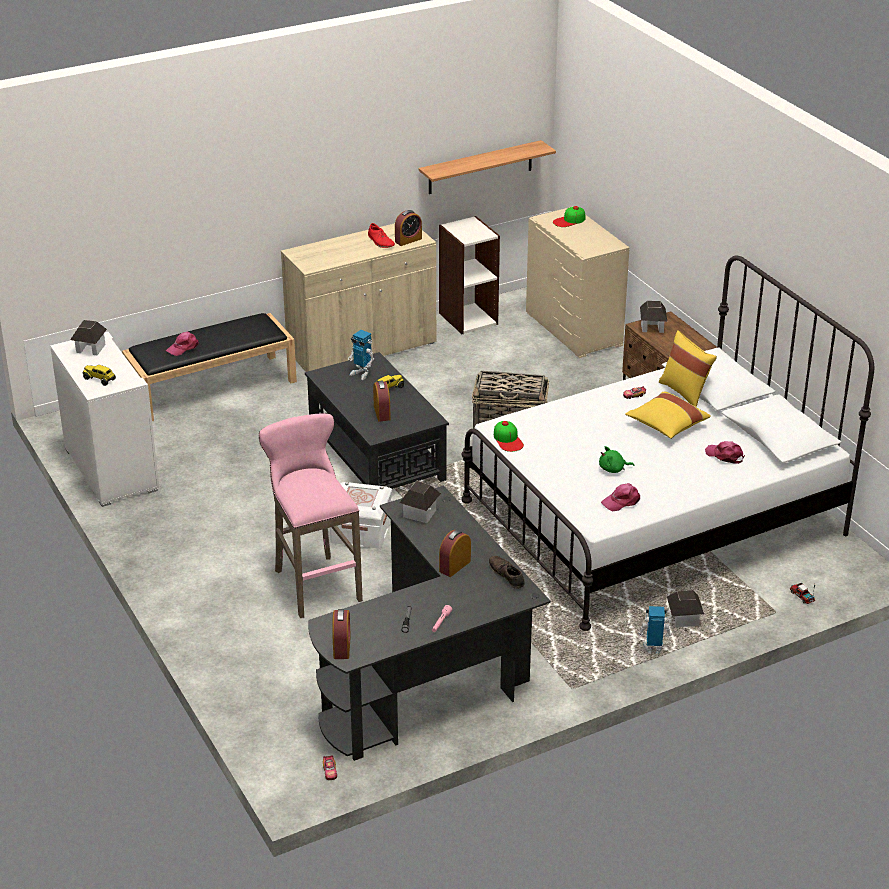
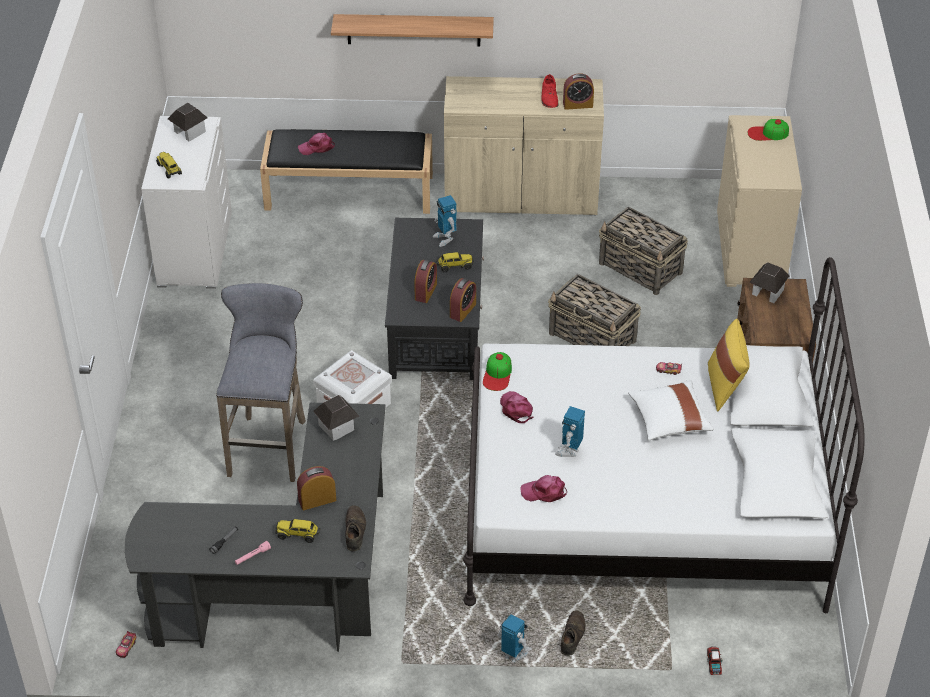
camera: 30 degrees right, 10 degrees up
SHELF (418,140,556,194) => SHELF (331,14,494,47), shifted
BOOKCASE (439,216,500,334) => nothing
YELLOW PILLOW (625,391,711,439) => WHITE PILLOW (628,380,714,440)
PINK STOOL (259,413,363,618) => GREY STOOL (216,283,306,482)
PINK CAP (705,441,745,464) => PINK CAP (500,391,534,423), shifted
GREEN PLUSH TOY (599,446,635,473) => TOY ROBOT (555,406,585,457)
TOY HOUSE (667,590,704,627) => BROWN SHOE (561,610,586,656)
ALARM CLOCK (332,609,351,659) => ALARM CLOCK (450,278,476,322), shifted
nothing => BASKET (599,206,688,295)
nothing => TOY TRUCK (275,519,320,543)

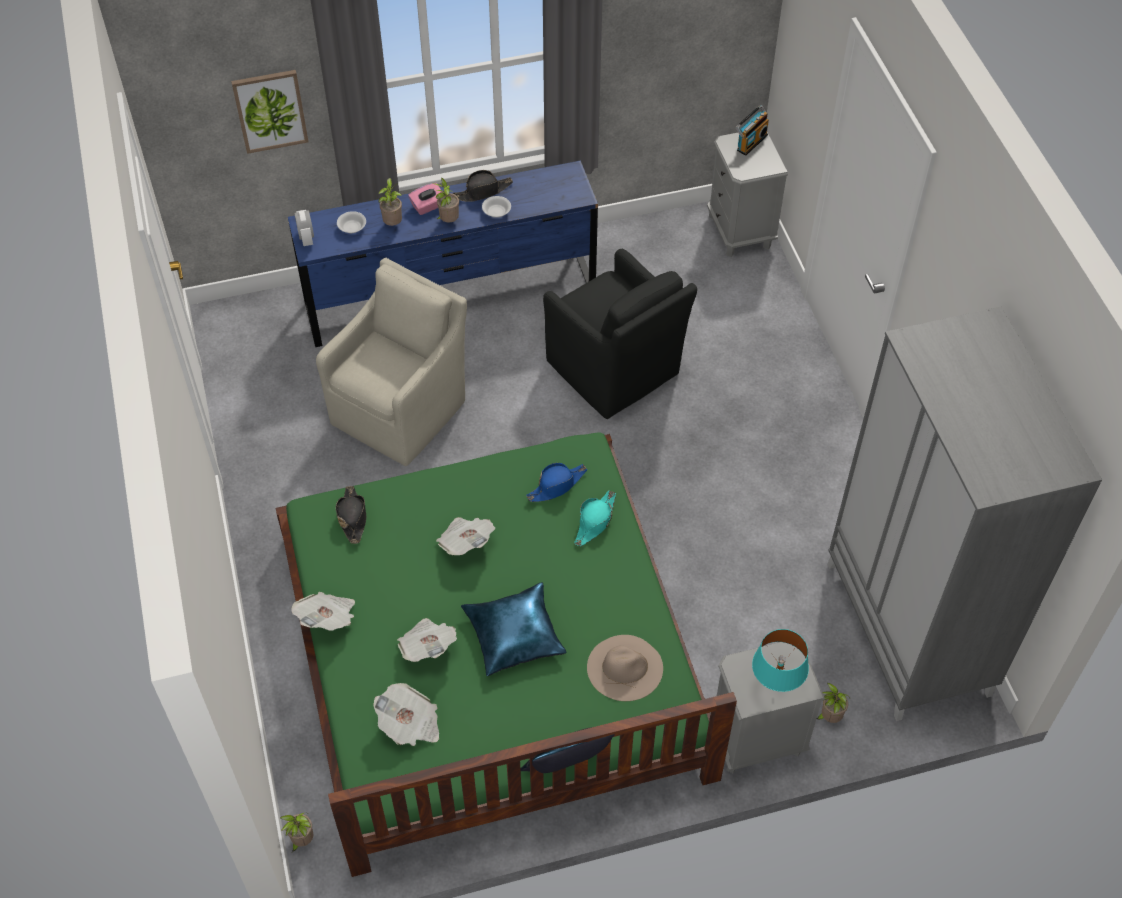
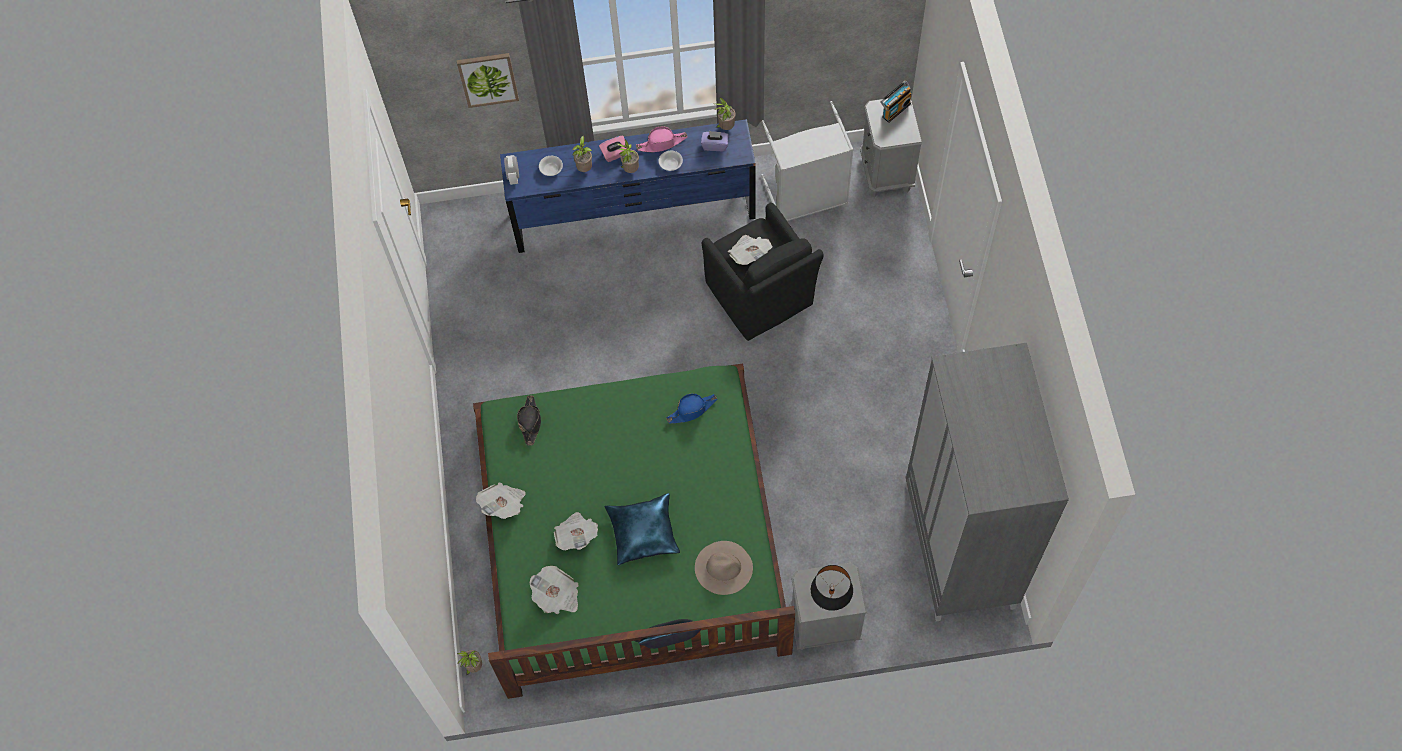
camera: 10 degrees right, 10 degrees up
BLACK HAT (453,170,513,202) => PINK HAT (636,126,688,152)
BEIGE ARMCHAIR (316,258,467,466) => nothing
TURQUOISE HAT (574,490,616,546) => nothing
NEWSPAPER (436,517,495,555) => NEWSPAPER (728,235,773,265), shifted
TURQUOISE TABLE LAMP (752,629,809,692) => BLACK TABLE LAMP (811,565,853,611)
POTTED PLANT (817,683,850,723) => POTTED PLANT (714,97,736,130), shifted
nothing => GREY LAUNDRY BASKET (761,101,854,221)
nothing => PURPLE TISSUE BOX (701,131,729,151)

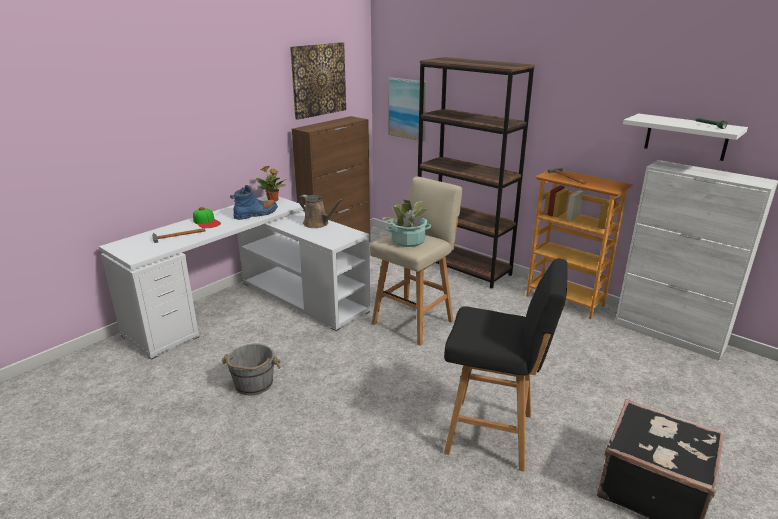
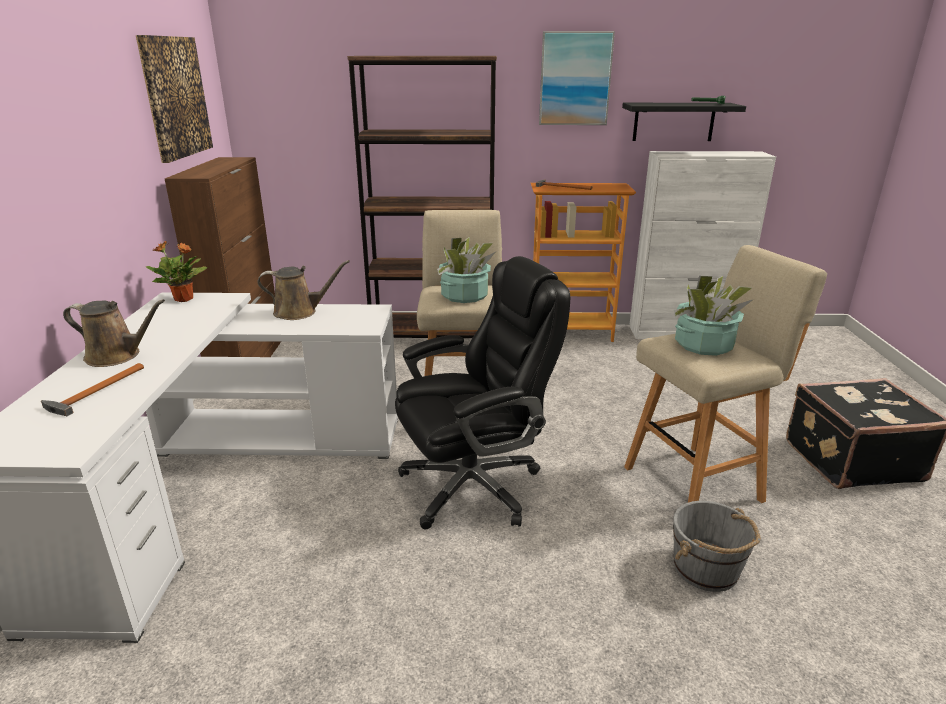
camera: 40 degrees left, 0 degrees up
PICTURE (388,77,427,141) => PICTURE (539,31,615,125), shifted
WHITE SHELF (623,113,748,161) => BLACK SHELF (622,103,746,141)
BLUE BOOT (230,185,278,220) => nothing
CAP (193,207,221,228) => BROWN WATERING CAN (63,299,165,367)
BLACK STOOL (444,259,567,472) => BEIGE STOOL (624,245,827,503)
GREY BUCKET (222,343,281,395) => GREY BUCKET (673,501,761,592), shifted
nothing => BLACK OFFICE CHAIR (395,256,570,529)
nothing => POTTED PLANT (674,276,754,356)

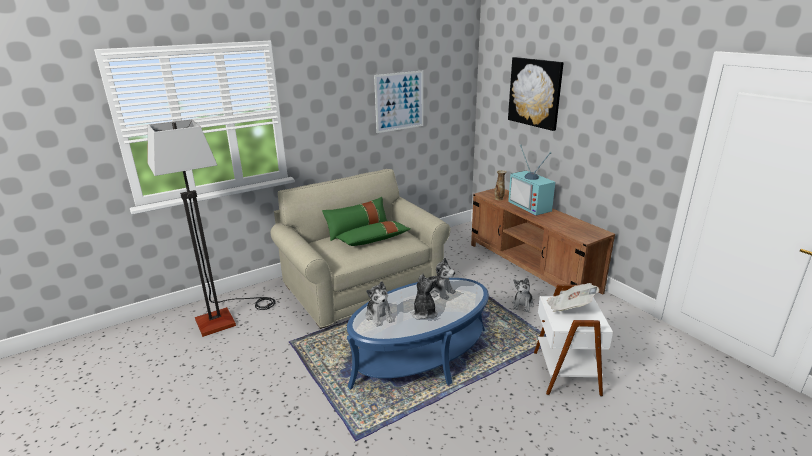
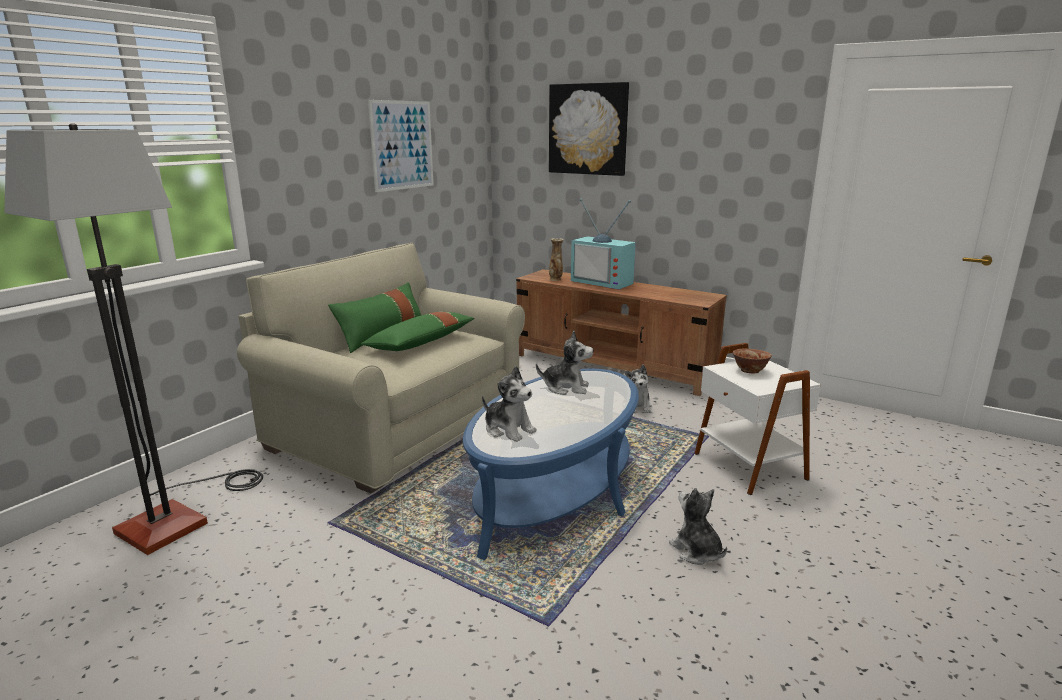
camera: 25 degrees left, 5 degrees down
PLUSH TOY (411,275,438,320) => PLUSH TOY (669,488,727,565), shifted
NEWSPAPER (547,283,599,312) => BOWL (733,349,772,374)

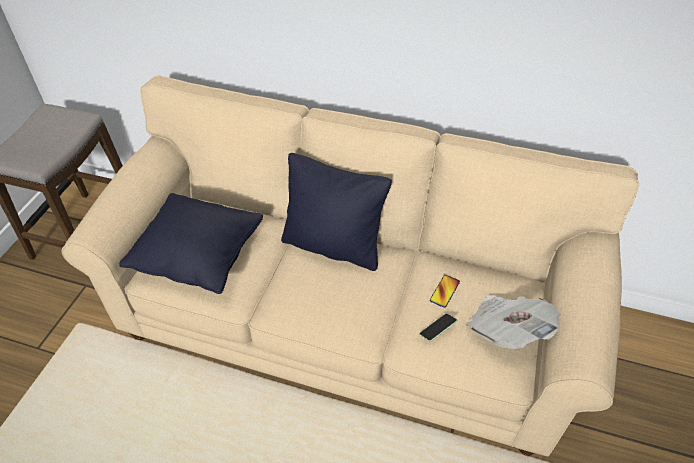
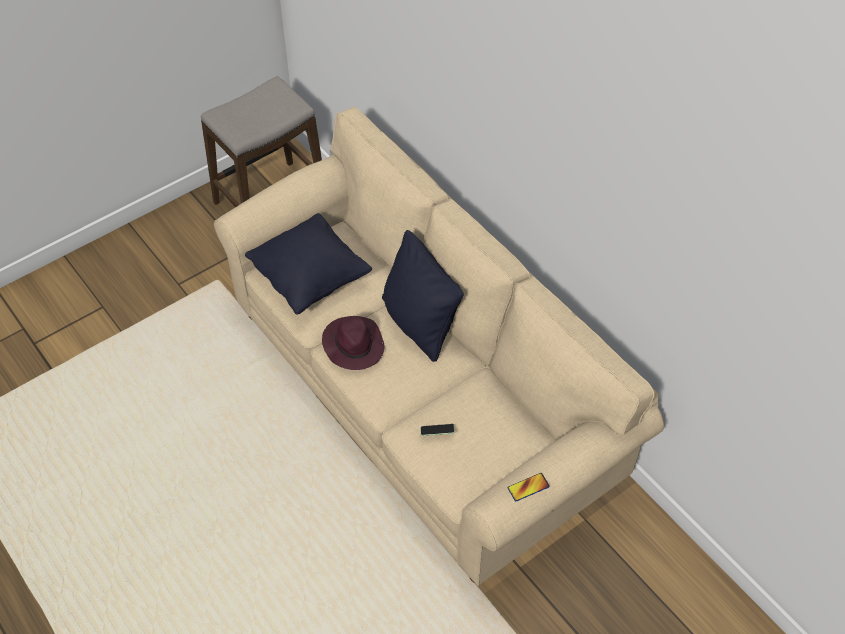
camera: 35 degrees right, 5 degrees up
PHONE (430,275,460,308) => PHONE (508,473,549,501), shifted
NEWSPAPER (466,295,562,349) => nothing
nothing => PURPLE HAT (322,316,385,370)

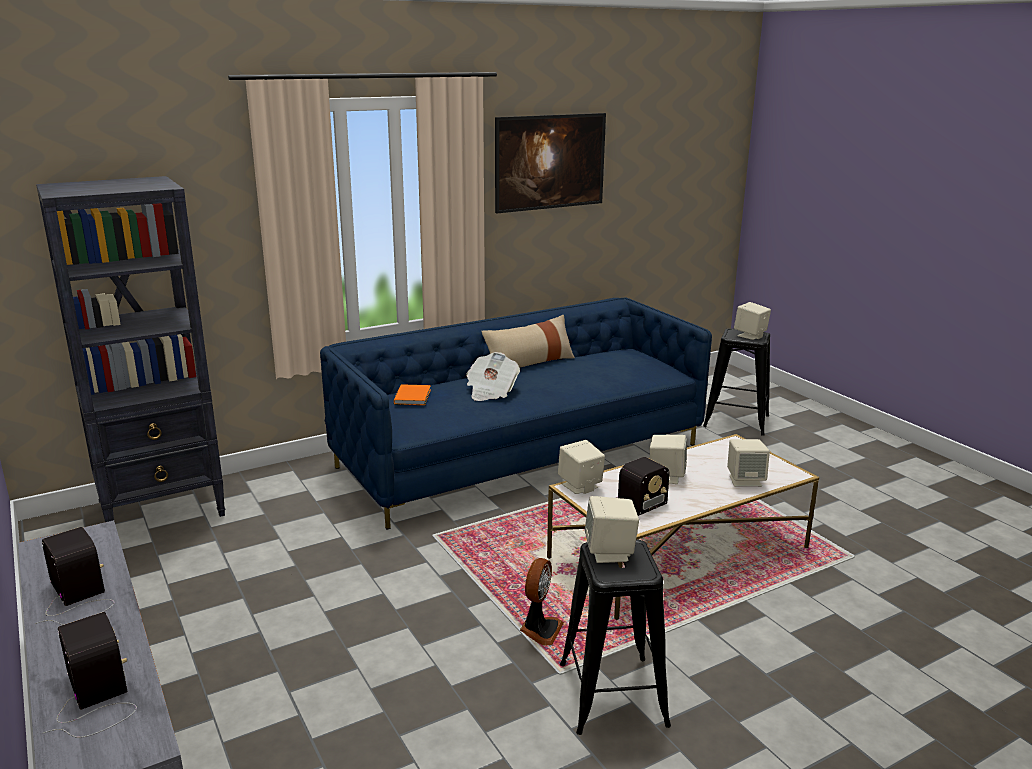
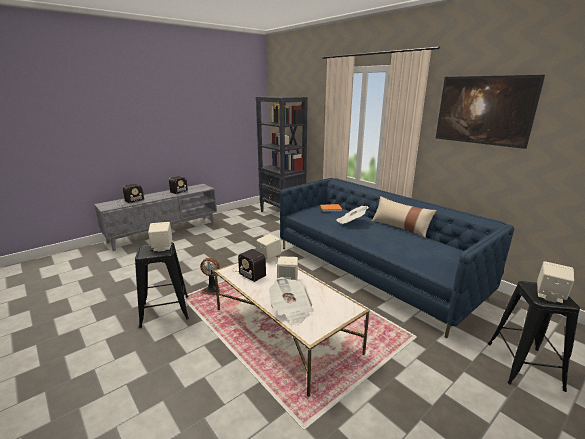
camera: 80 degrees right, 0 degrees up
BEIGE SPEAKER (727,439,770,487) => NEWSPAPER (269,277,314,325)

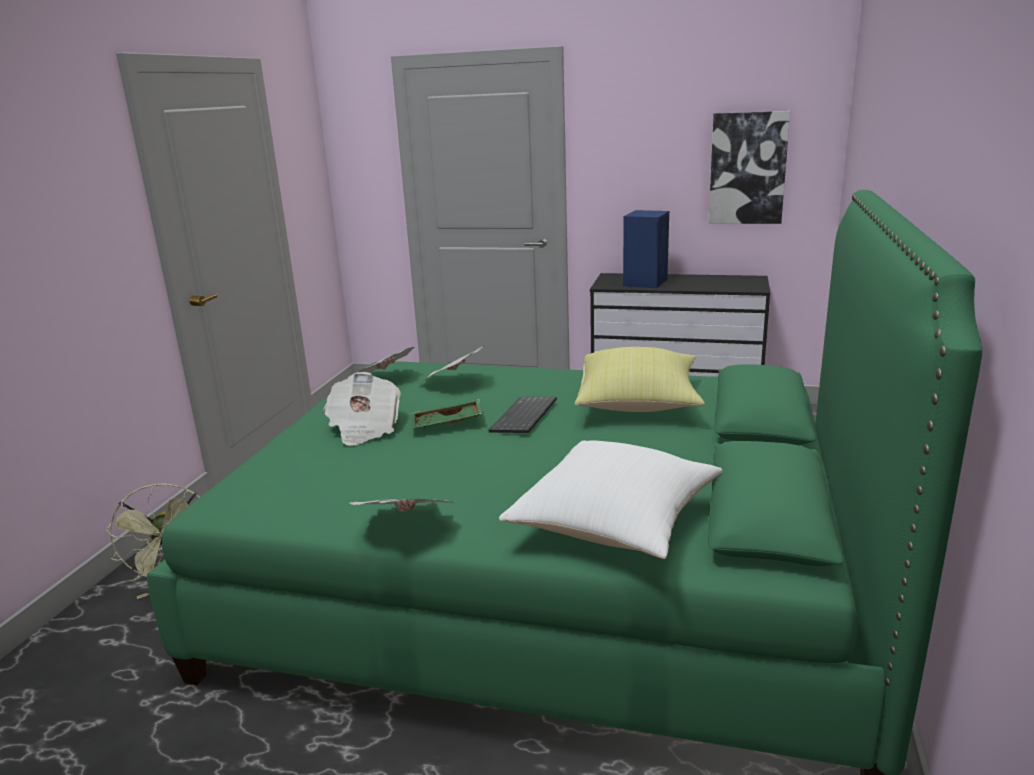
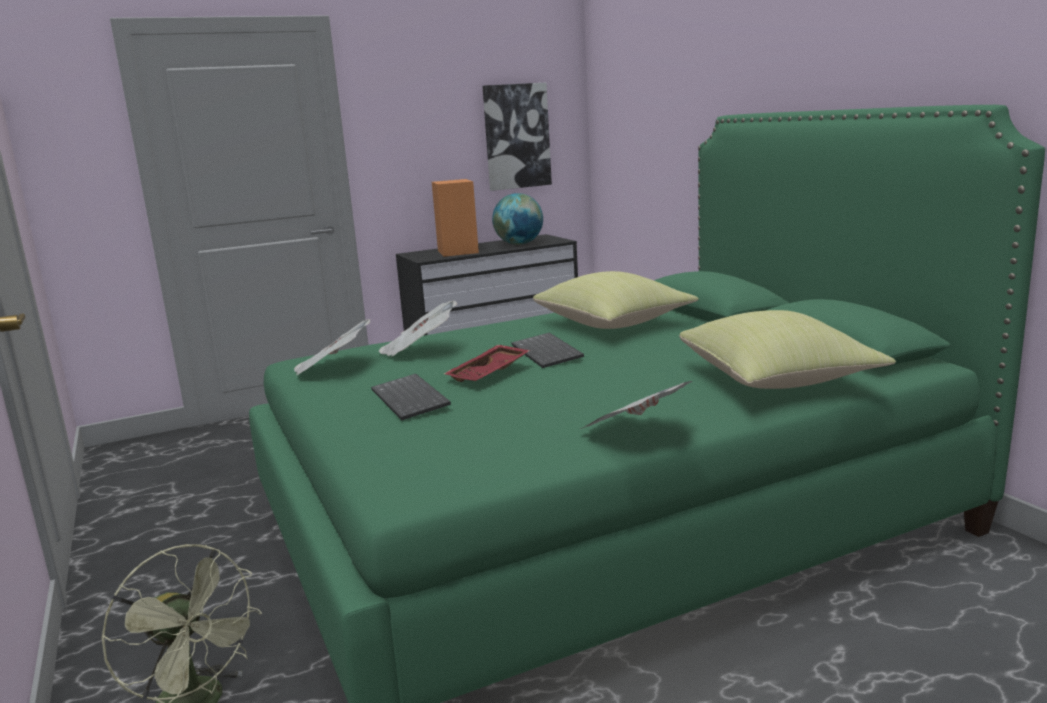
camera: 40 degrees left, 5 degrees down
BLUE SPEAKER (623,210,669,288) => ORANGE SPEAKER (432,179,479,257)
NEWSPAPER (323,372,401,446) => KEYBOARD (371,374,451,420)
GREEN TRAY (411,399,483,428) => RED TRAY (444,345,530,382)
WHITE PILLOW (499,440,723,559) => YELLOW PILLOW (679,310,896,389)
nothing => GLOBE (492,193,543,245)

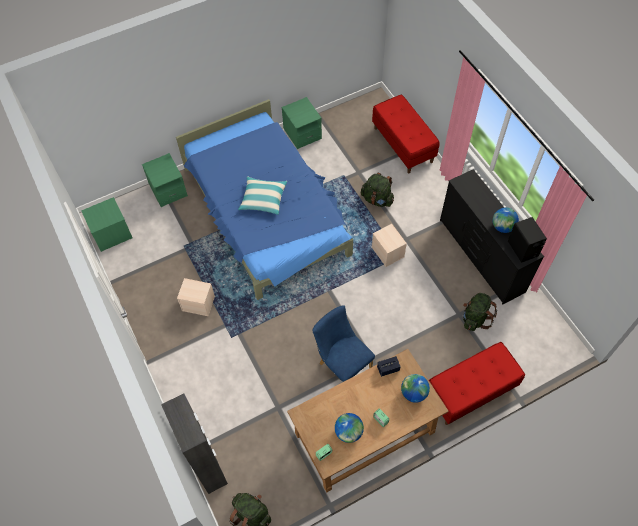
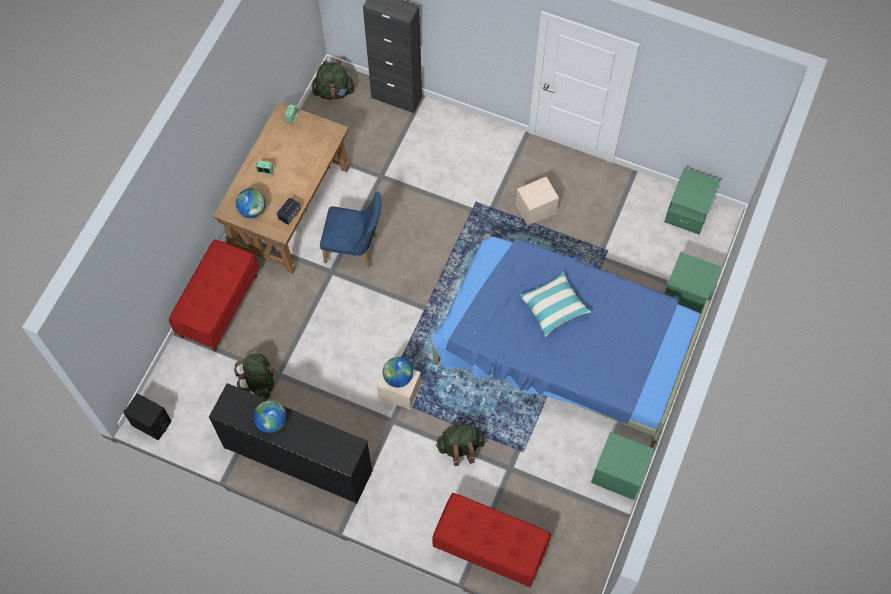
camera: 140 degrees right, 5 degrees up
BLACK SPEAKER (508,217,547,263) => BLACK SPEAKER (124,393,171,440), shifted
GLOBE (335,413,364,443) => GLOBE (383,357,413,388), shifted

